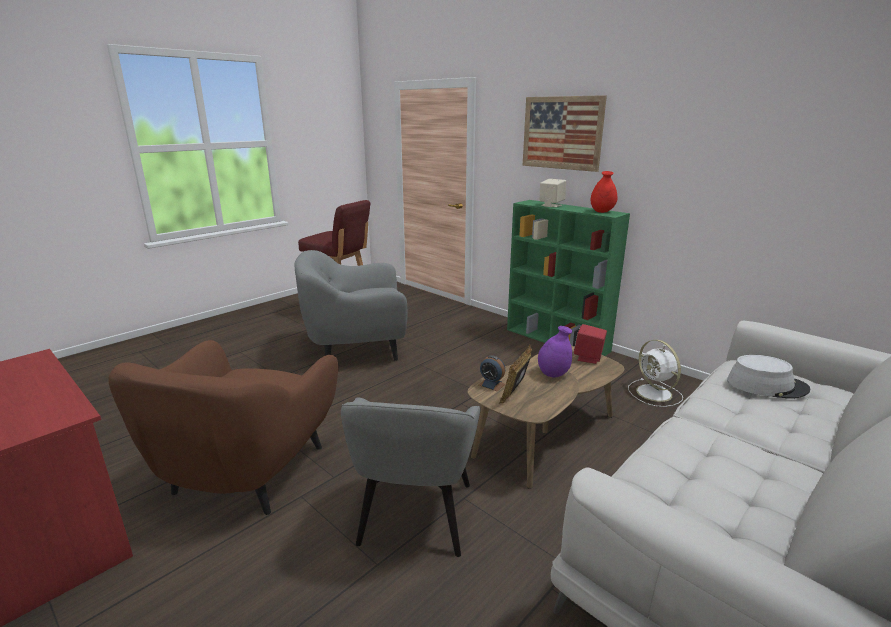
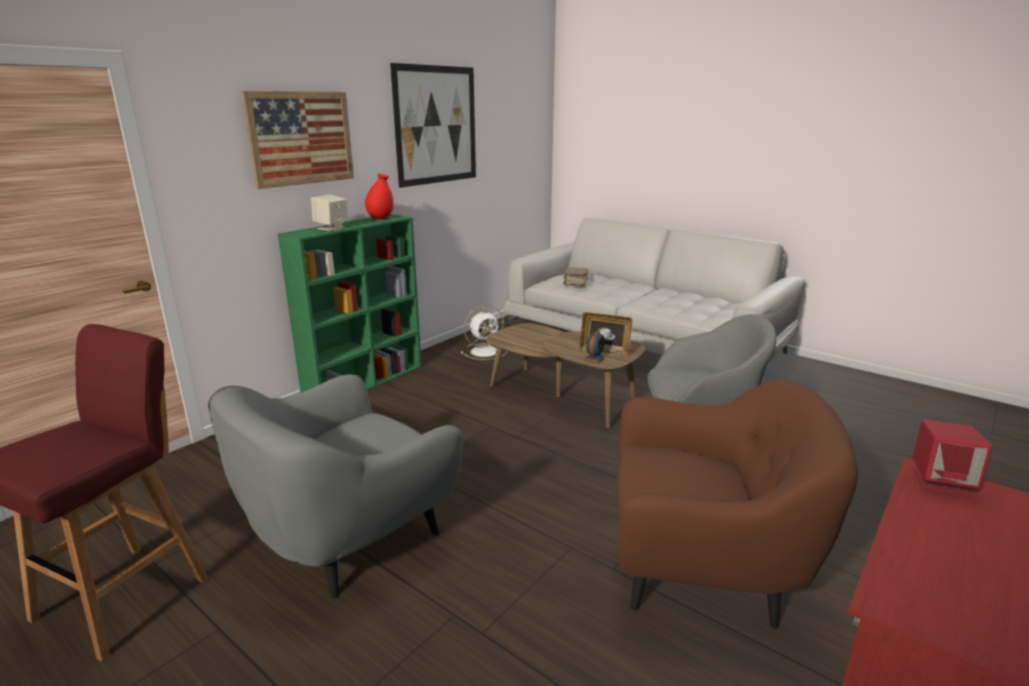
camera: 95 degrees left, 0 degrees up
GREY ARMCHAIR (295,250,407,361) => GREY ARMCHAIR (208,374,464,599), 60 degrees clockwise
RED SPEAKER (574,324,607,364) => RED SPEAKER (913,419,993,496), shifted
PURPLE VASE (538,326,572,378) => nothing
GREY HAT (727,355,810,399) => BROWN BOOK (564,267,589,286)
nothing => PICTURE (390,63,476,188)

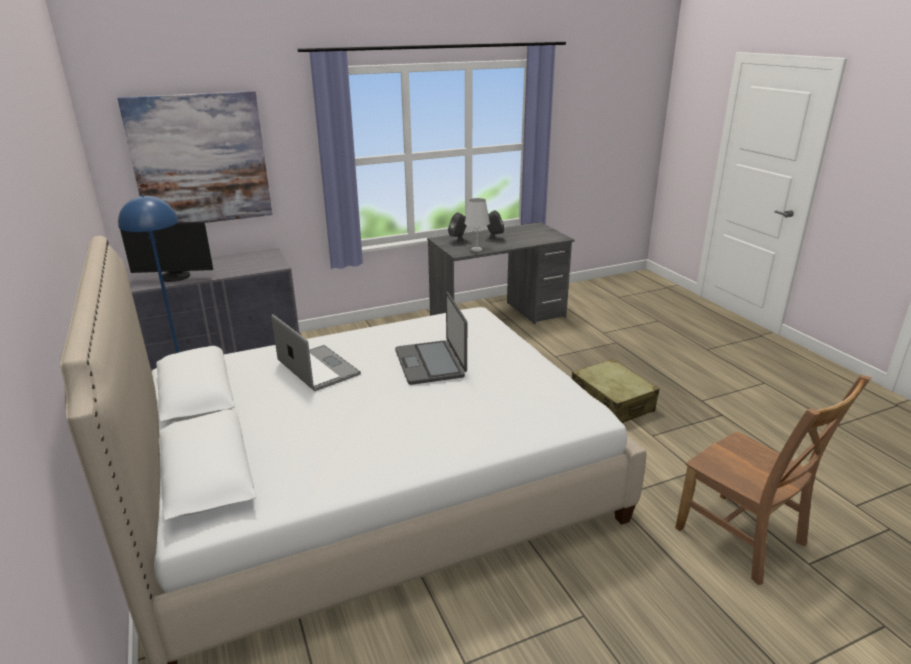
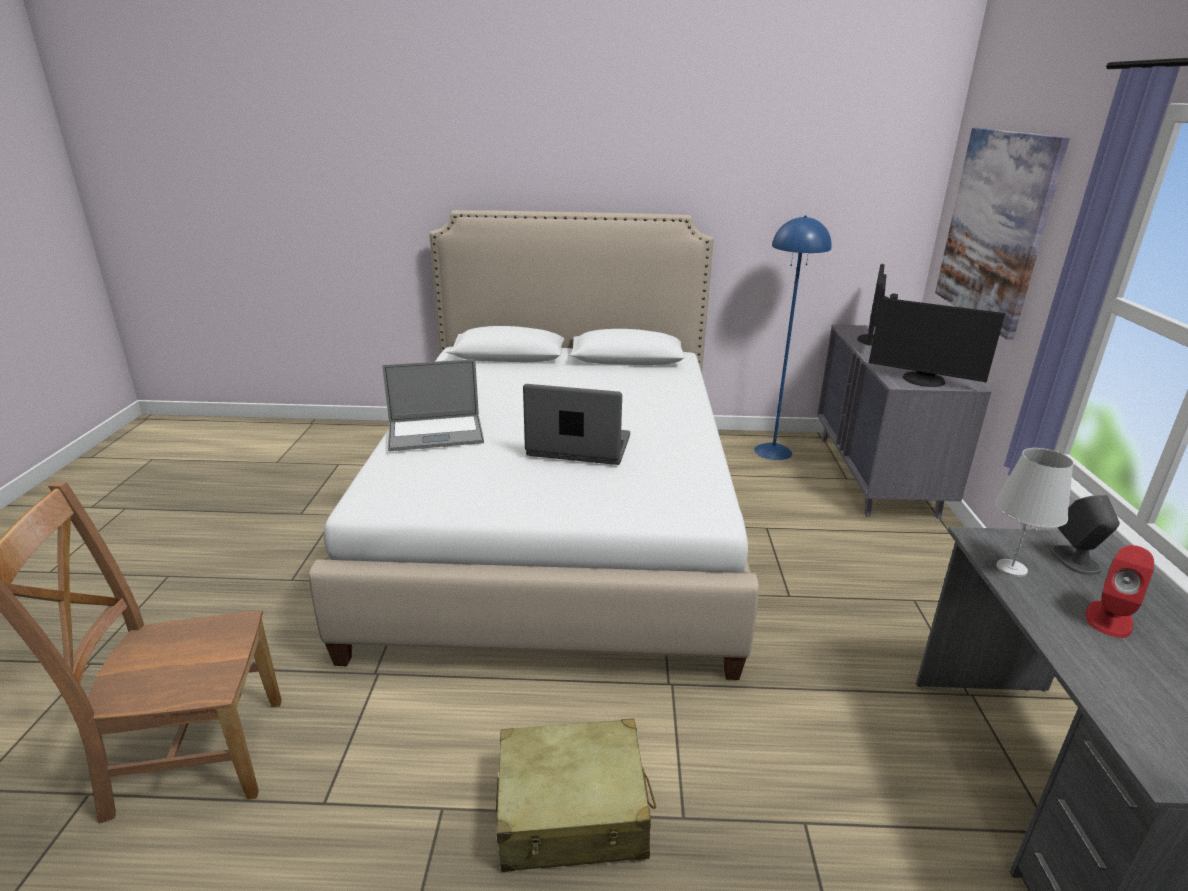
camera: 115 degrees right, 0 degrees up
GREY SPEAKER (485,210,504,242) => RED SPEAKER (1086,545,1154,638)
LAPTOP (271,314,361,391) => LAPTOP (383,359,484,451), shifted
nothing => MONITOR (869,297,1005,387)

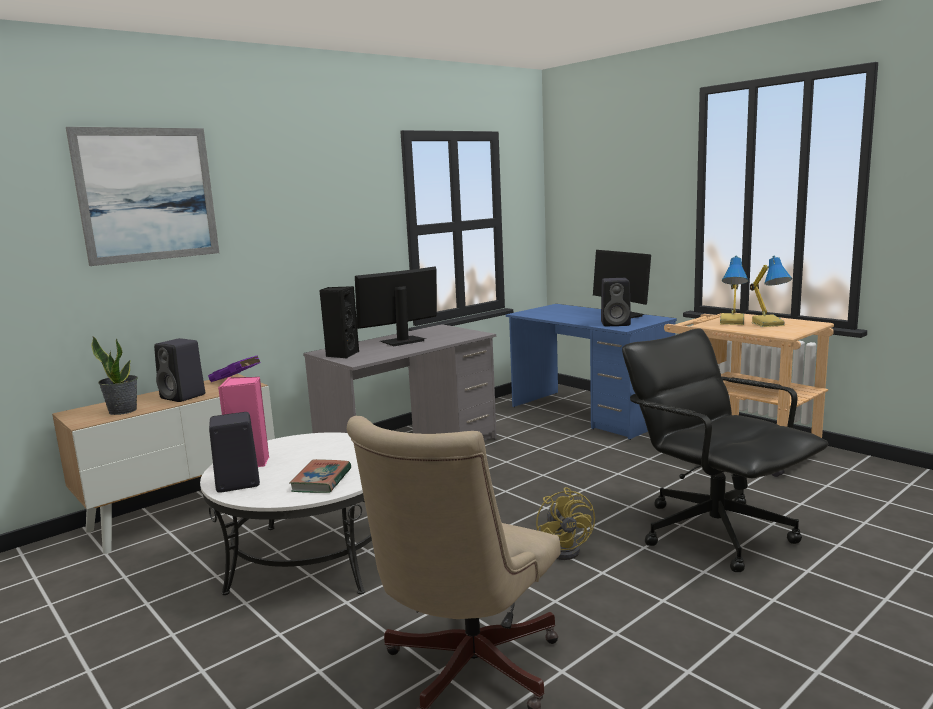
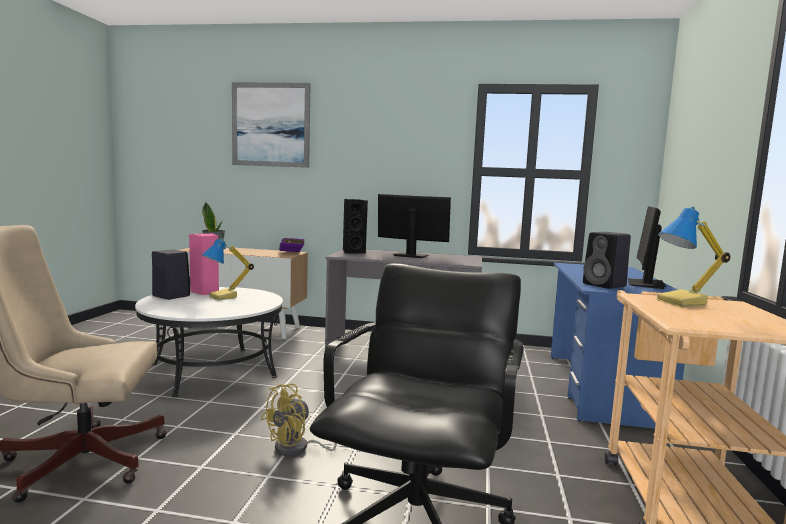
camera: 50 degrees right, 5 degrees down
TABLE LAMP (750,256,792,327) => TABLE LAMP (202,238,254,300), shifted
BLACK SPEAKER (154,338,205,402) => nothing
BOOK (289,459,351,493) => nothing

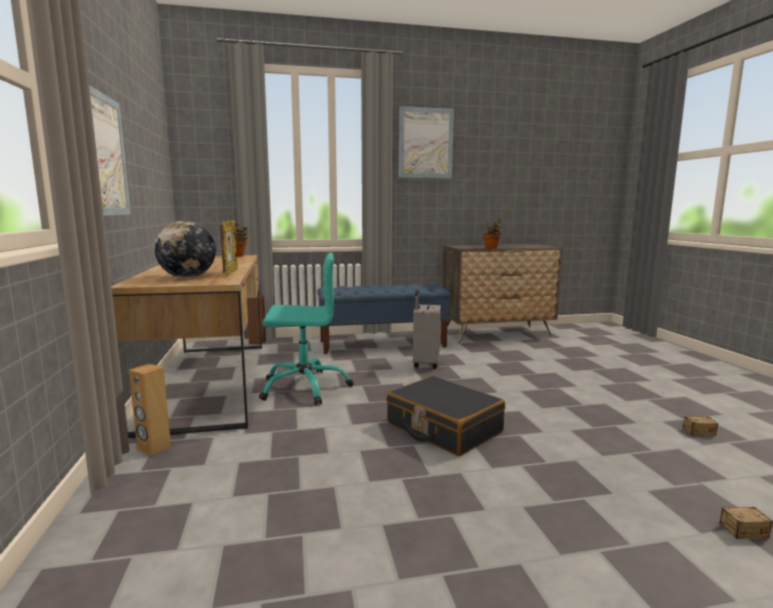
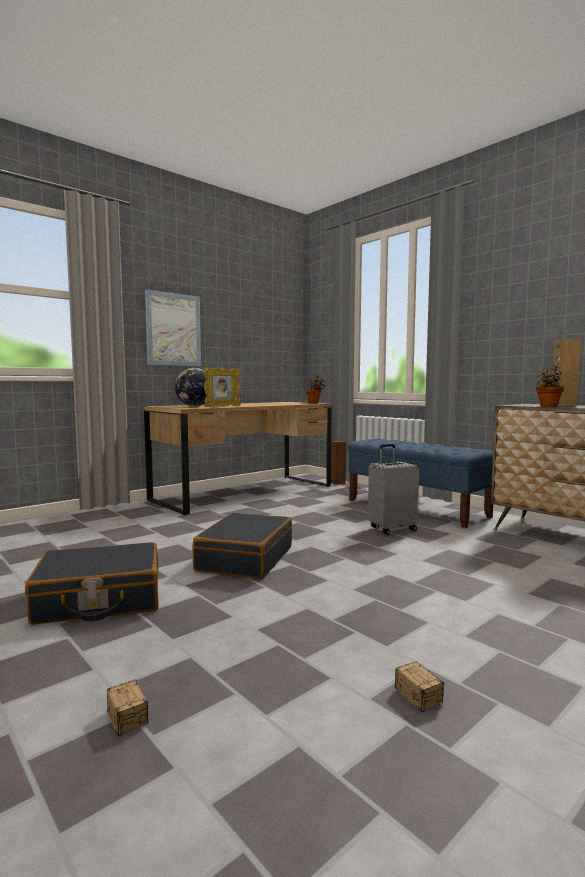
camera: 60 degrees right, 5 degrees down
PICTURE (399,106,454,178) => nothing
TURQUOISE OFFICE CHAIR (259,252,354,405) => nothing
BROWN SPEAKER (129,364,171,456) => BROWN SPEAKER (552,339,581,406), shifted
nothing => BLACK SUITCASE (25,542,158,625)

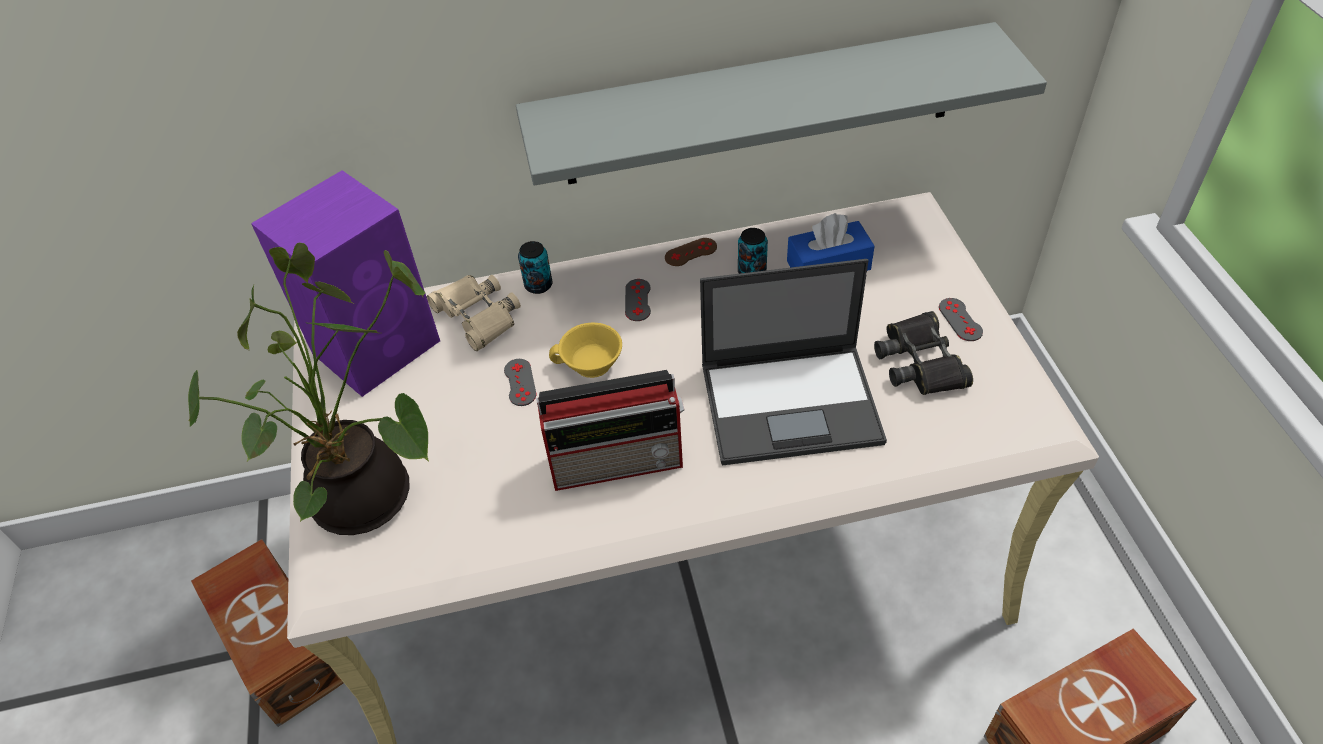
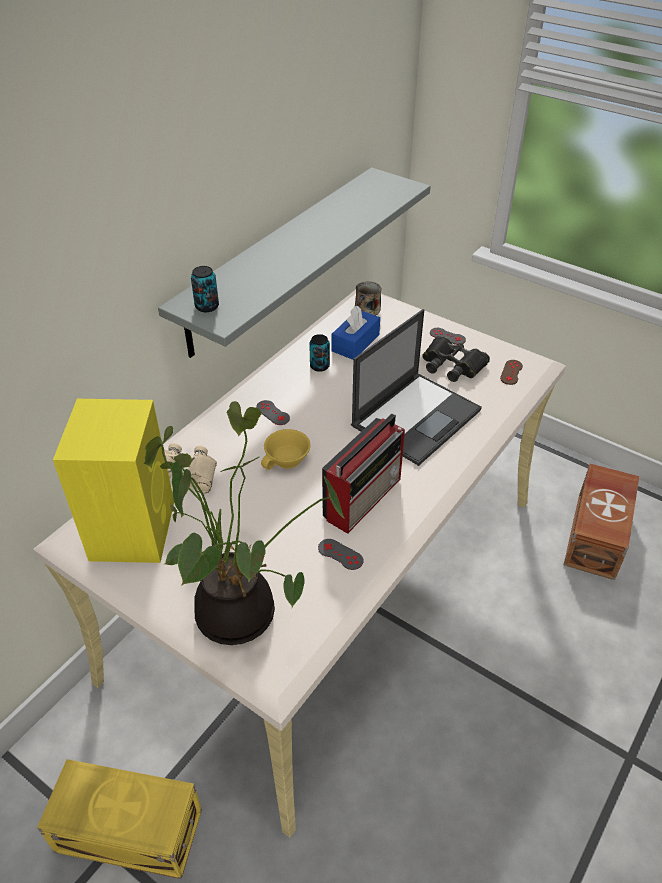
camera: 45 degrees left, 5 degrees down
PURPLE SPEAKER (251,170,440,397) => YELLOW SPEAKER (53,399,174,563)
BROWN GAME CONTROLLER (665,238,717,266) => BROWN GAME CONTROLLER (500,360,523,385), shifted
CAN (518,241,552,294) => CAN (191,266,219,312), shifted
GREY GAME CONTROLLER (504,359,536,406) => GREY GAME CONTROLLER (318,539,363,570), shifted
BROWN STORAGE BOX (191,539,344,727) => YELLOW STORAGE BOX (37,759,202,879)
nothing => MUG (355,281,382,316)

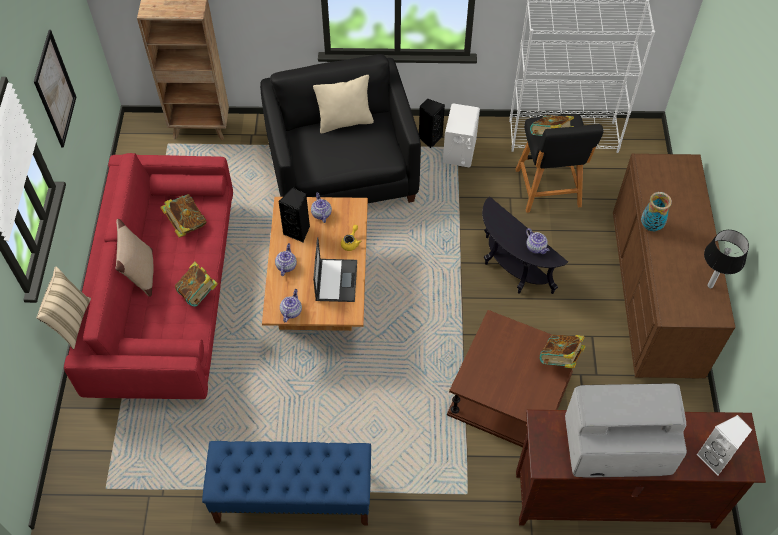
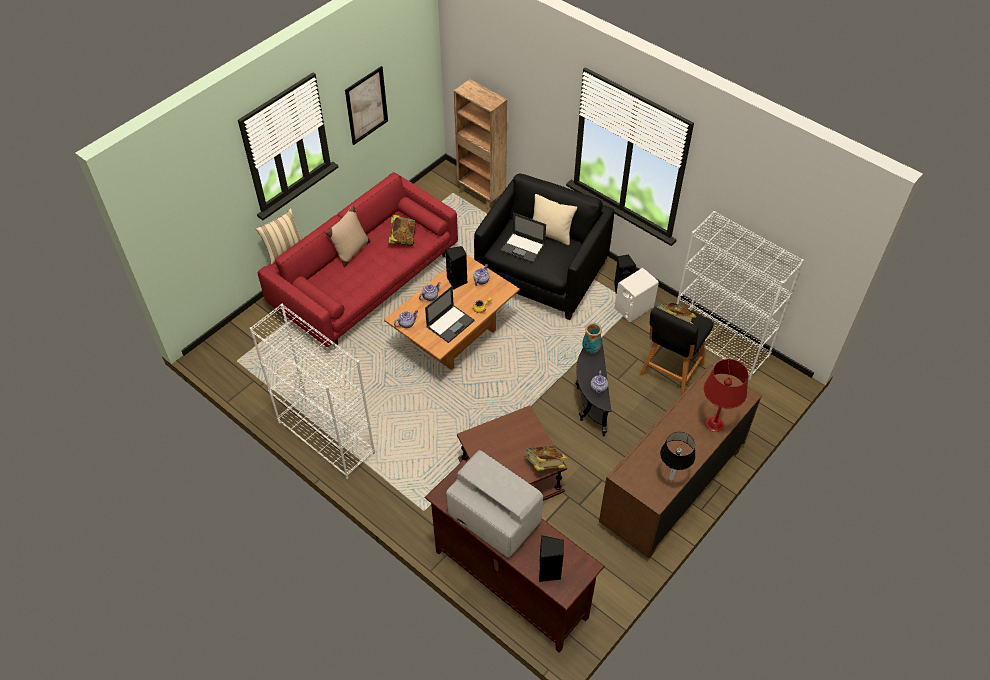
camera: 40 degrees right, 5 degrees down
VASE (641,192,672,231) => VASE (582,323,602,354), shifted
BOOK (175,261,218,307) => nothing
WHITE SPEAKER (697,415,752,475) => BLACK SPEAKER (539,535,564,582)
BLUE BENCH (202,441,371,526) => WHITE BOOKCASE (250,304,375,479)
nothing => LAPTOP (500,213,546,263)
nothing => RED TABLE LAMP (704,359,748,432)

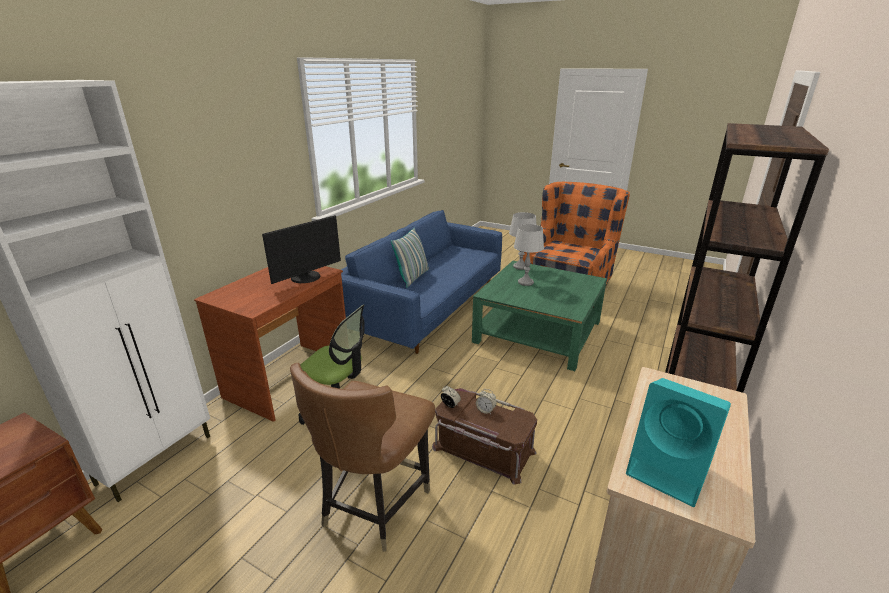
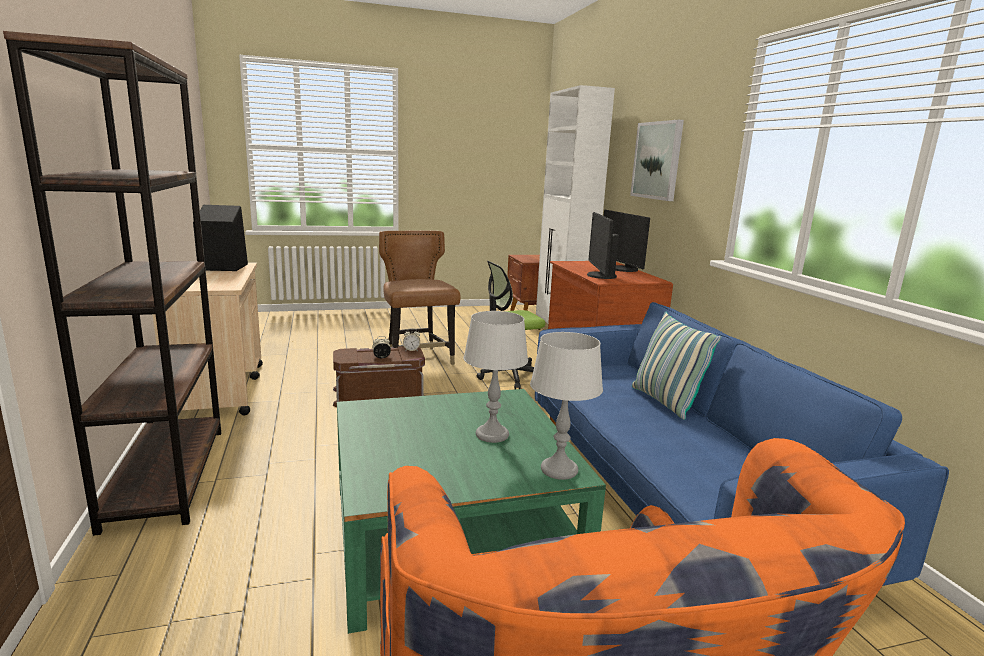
camera: 135 degrees right, 10 degrees down
TURQUOISE SPEAKER (626,378,731,507) => BLACK SPEAKER (193,205,248,271)
nothing => PICTURE (630,120,684,201)
nothing => MONITOR (604,210,650,272)

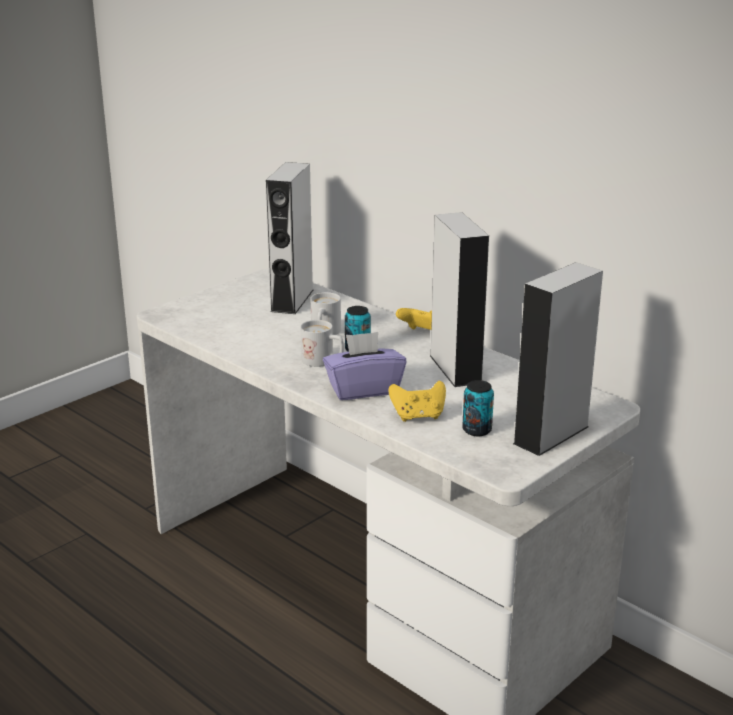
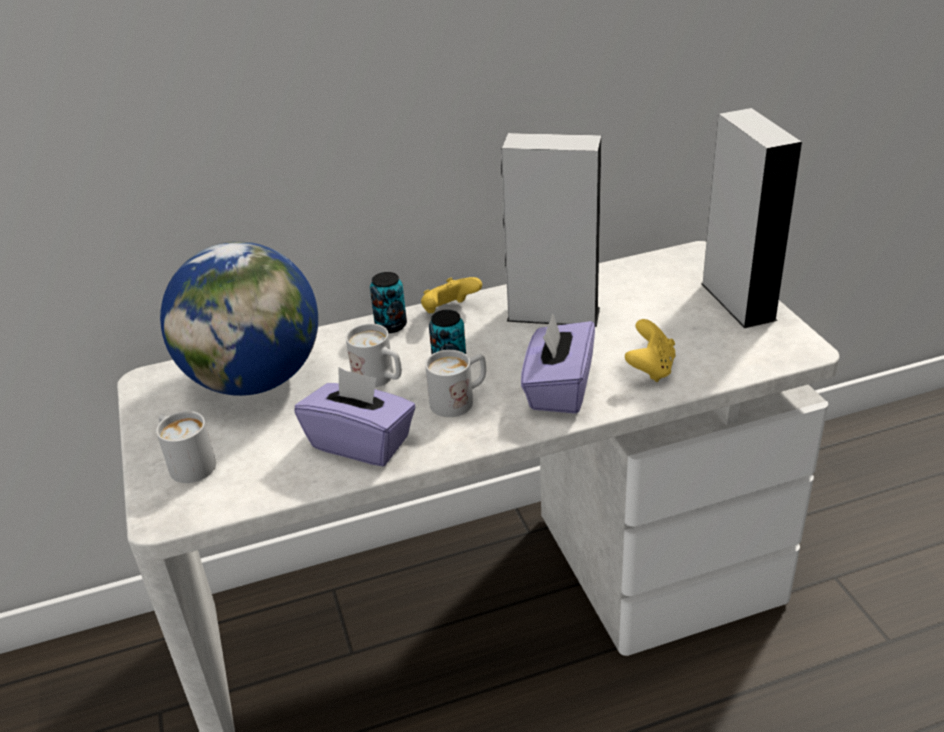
camera: 60 degrees left, 10 degrees up
GREY SPEAKER (266,162,313,314) => GLOBE (160,242,318,396)
CAN (462,380,494,436) => CAN (370,272,407,333), shifted
nothing => PURPLE TISSUE BOX (294,367,415,466)
nothing => WHITE MUG (156,411,216,483)

